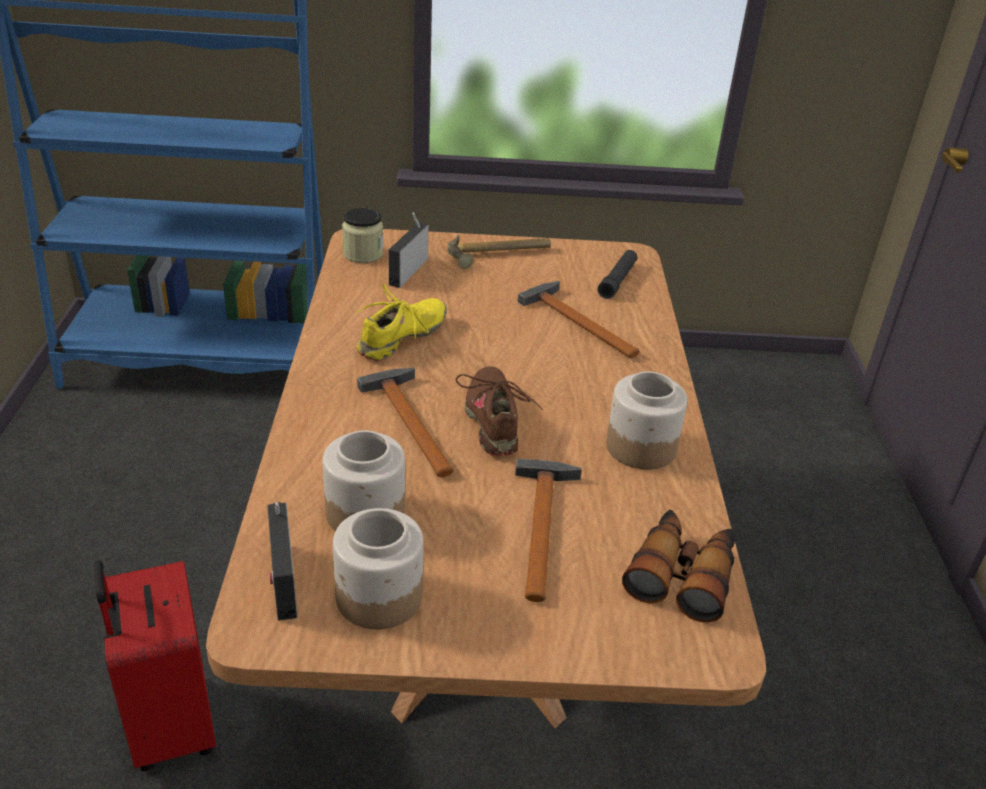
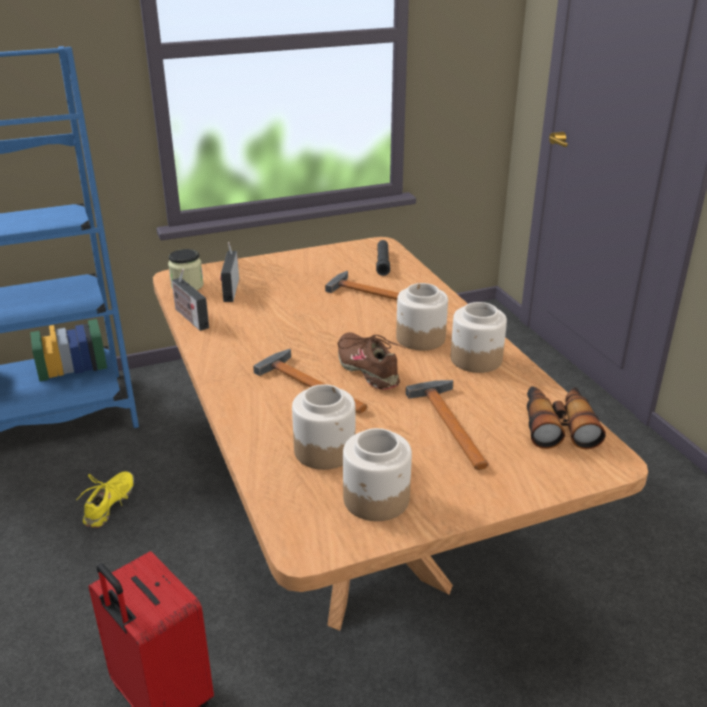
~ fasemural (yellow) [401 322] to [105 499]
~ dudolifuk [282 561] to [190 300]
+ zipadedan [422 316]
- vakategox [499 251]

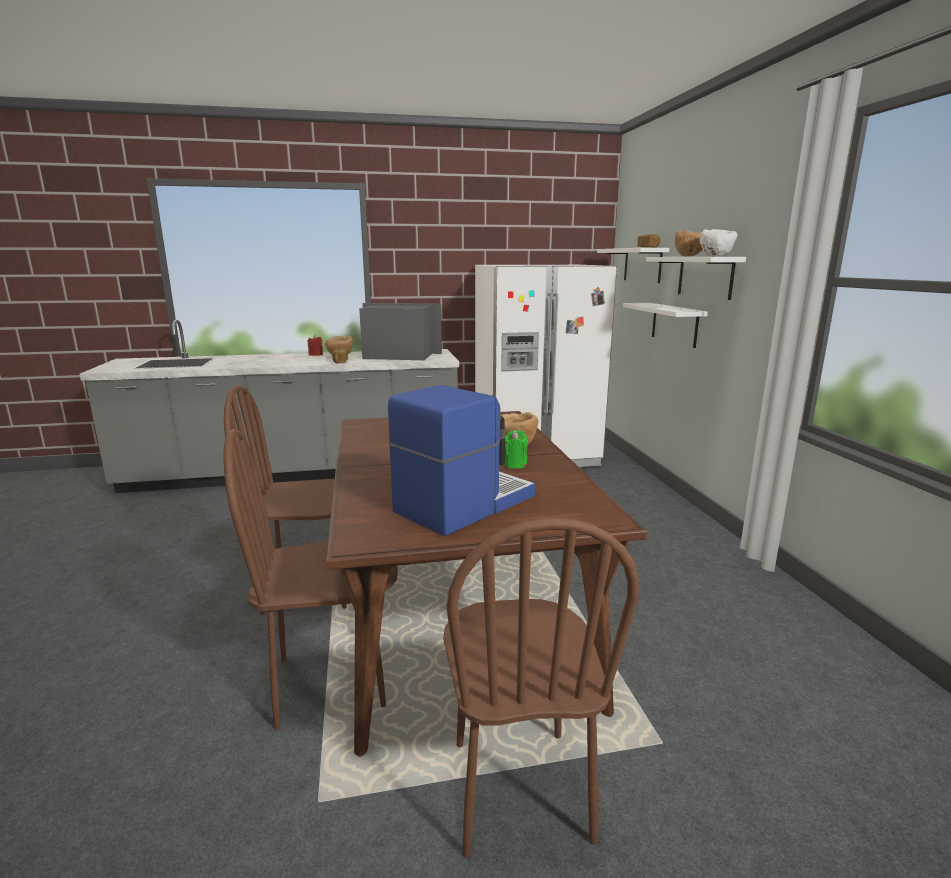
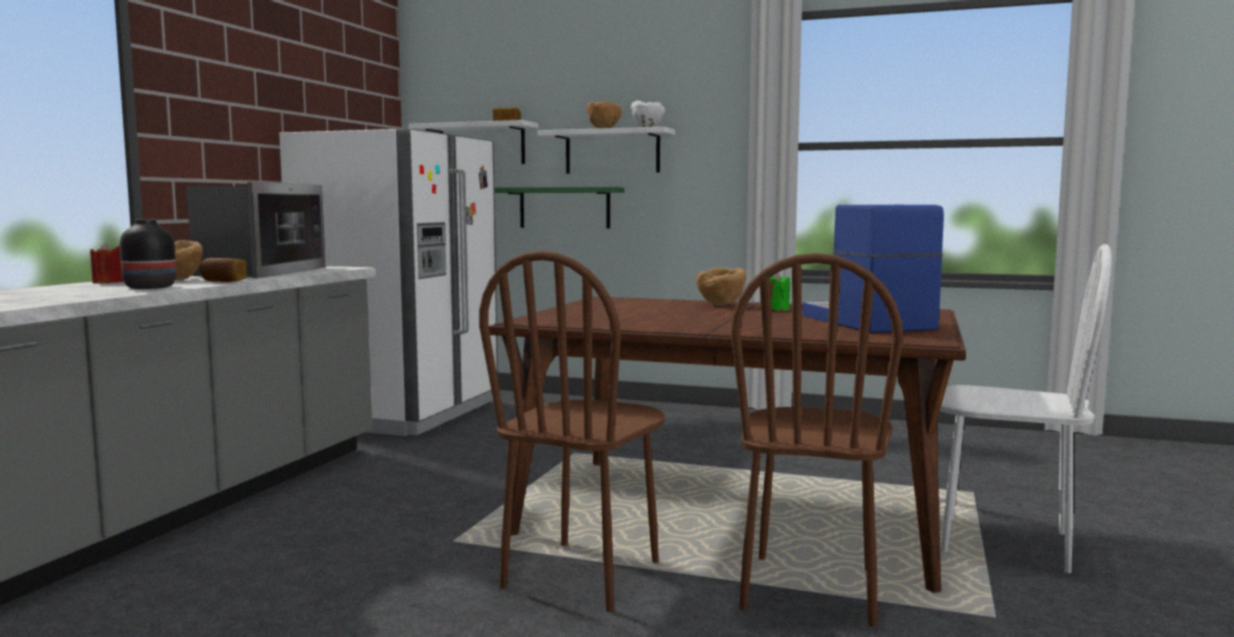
+ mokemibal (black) [148 254]
~ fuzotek [400 331] = [256 230] 150 degrees clockwise
~ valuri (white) [665 325] to valuri (green) [560 208]
~ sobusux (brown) [541 687] to sobusux (white) [1026 408]

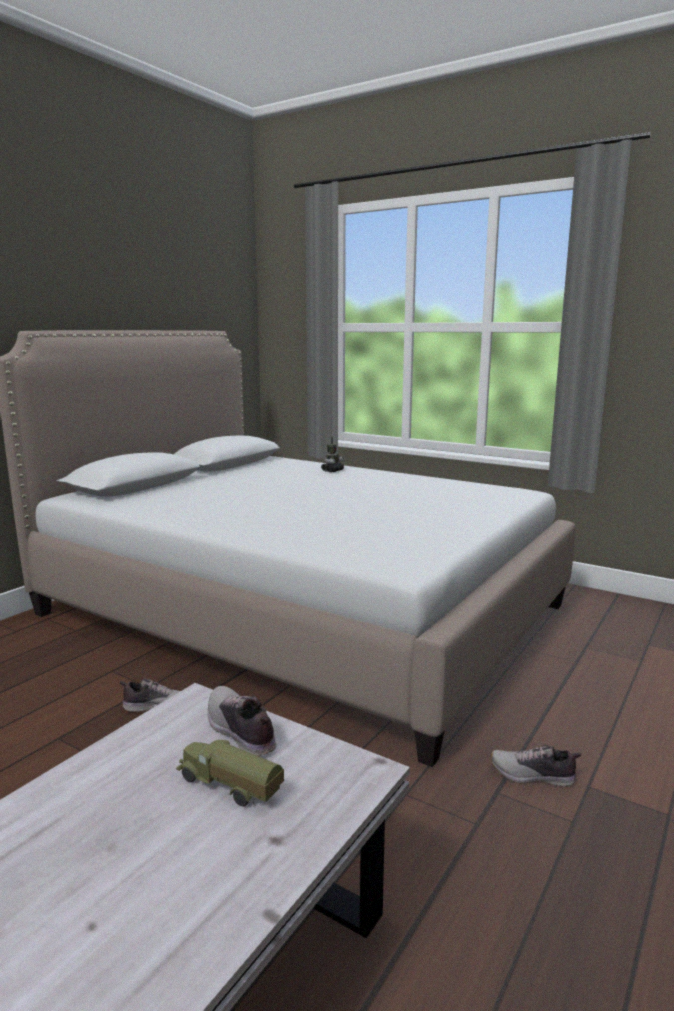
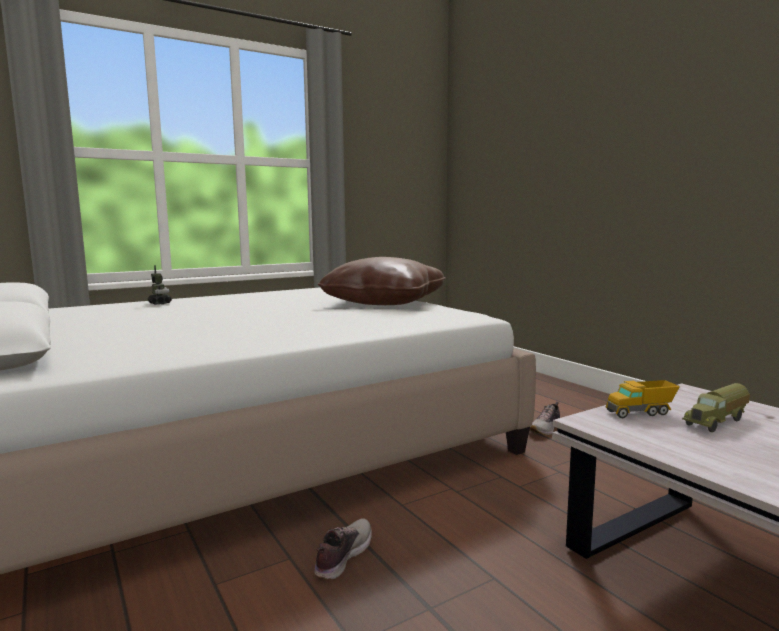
+ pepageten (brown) [382 281]
~ fasemural [242 721] to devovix [643 399]

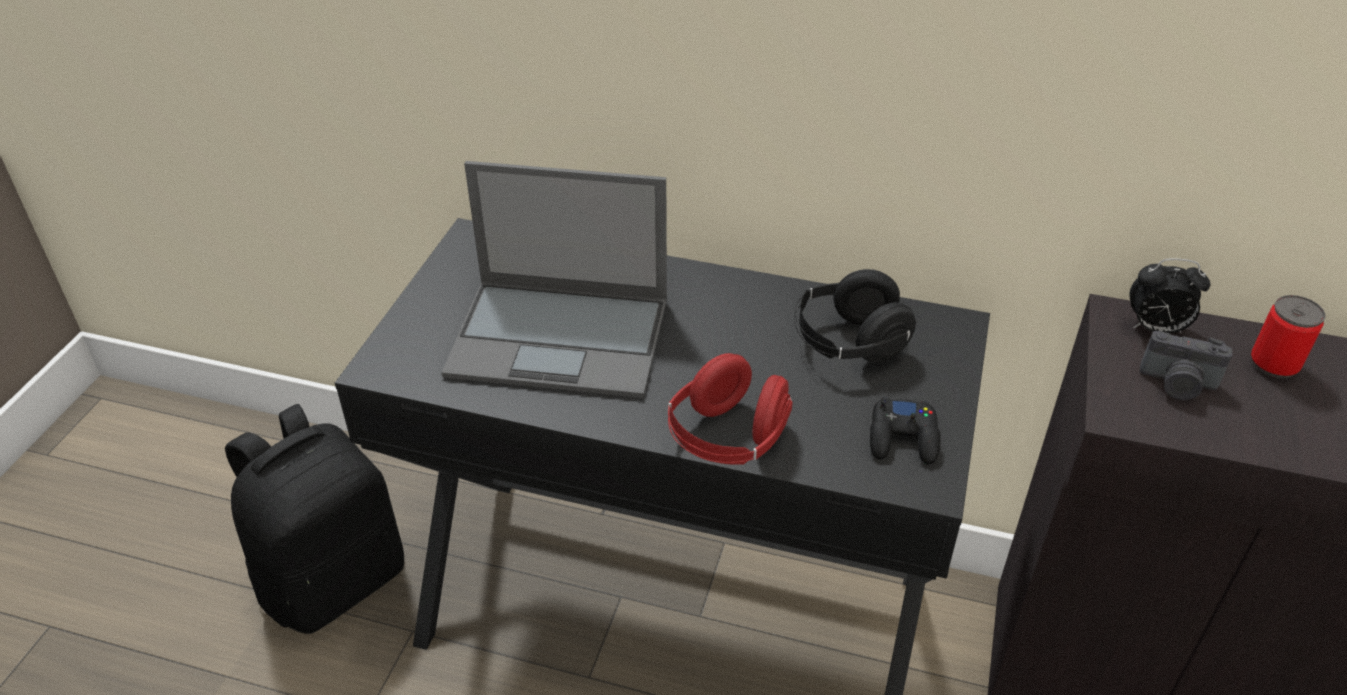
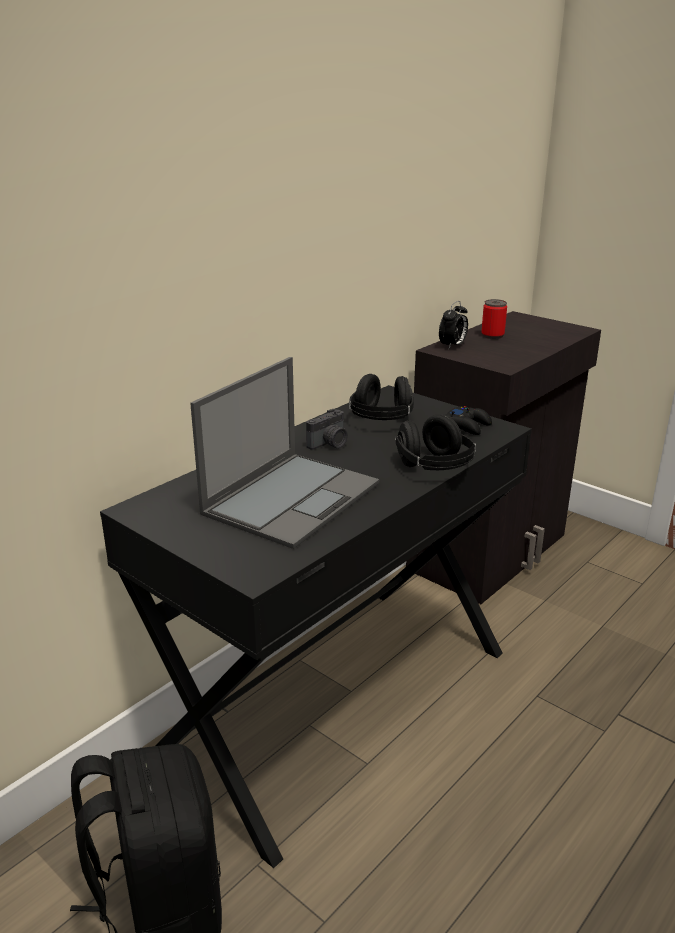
~ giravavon [1186 365] to [327 429]
~ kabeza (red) [730 409] to kabeza (black) [435 442]

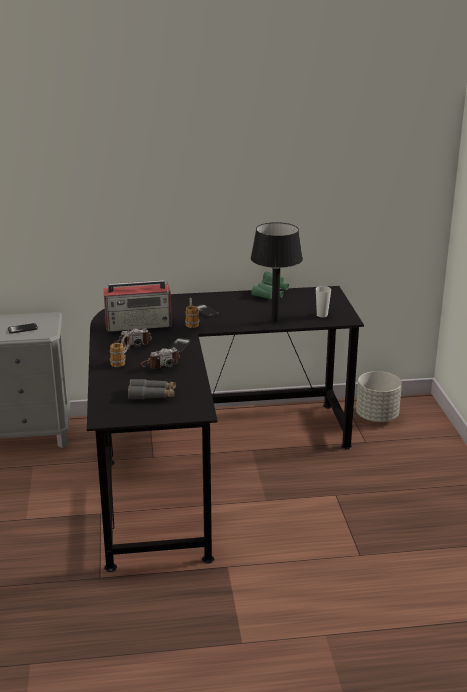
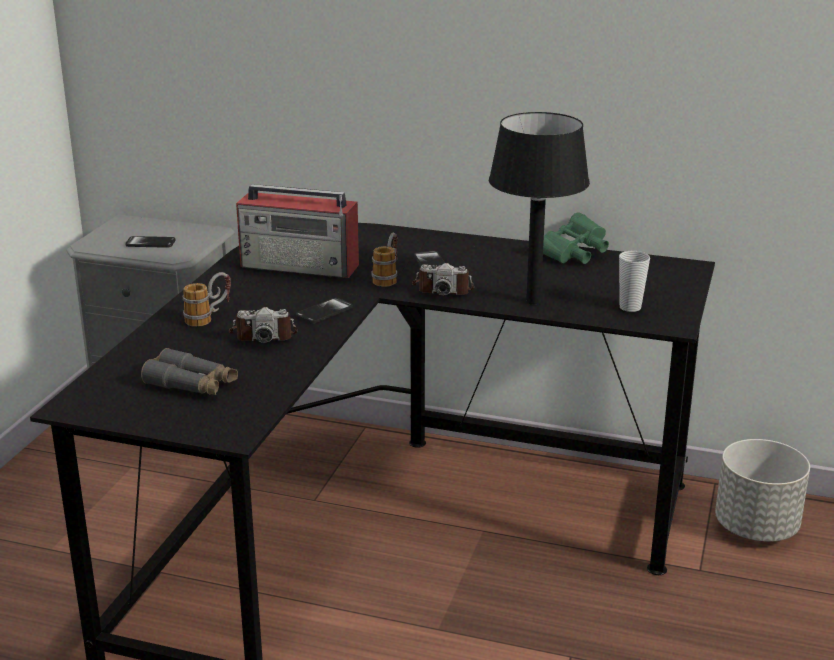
~ giravavon [133 337] to [443 279]

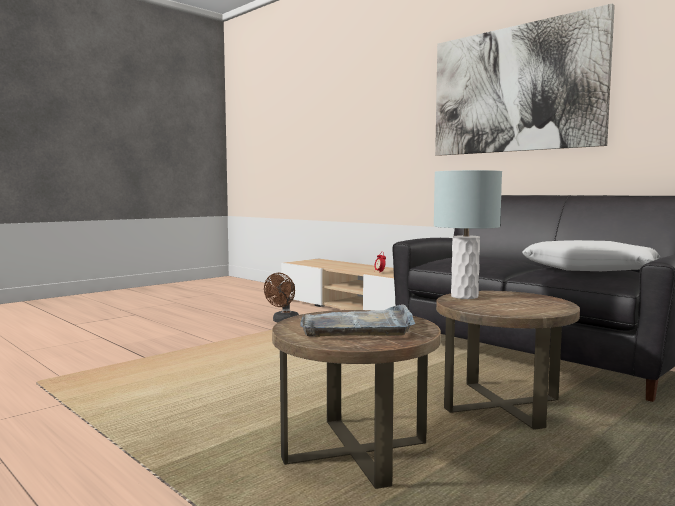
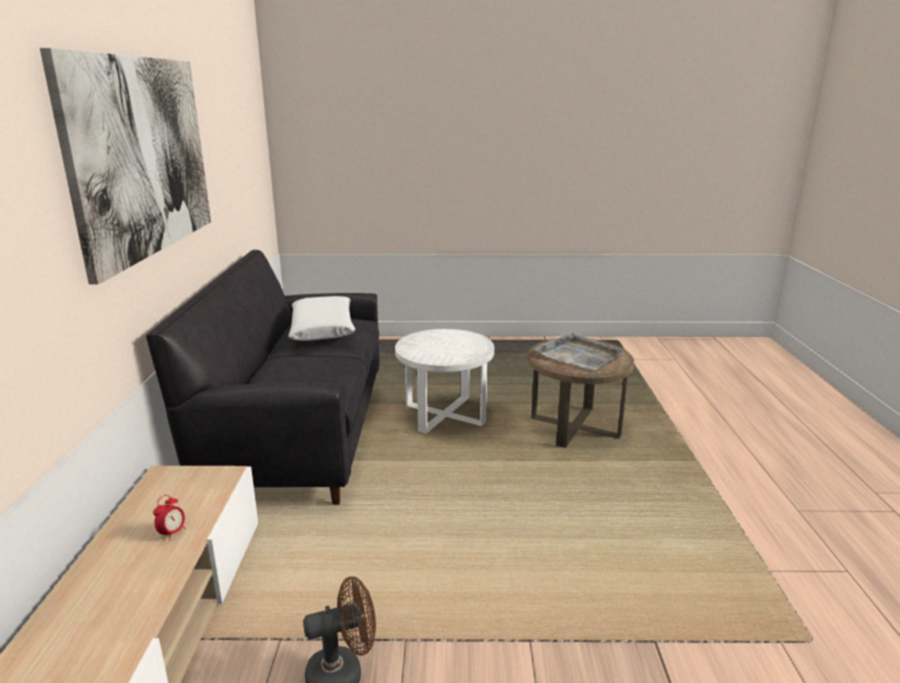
~ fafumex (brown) [508 360] to fafumex (white) [444 381]
- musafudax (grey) [468 234]

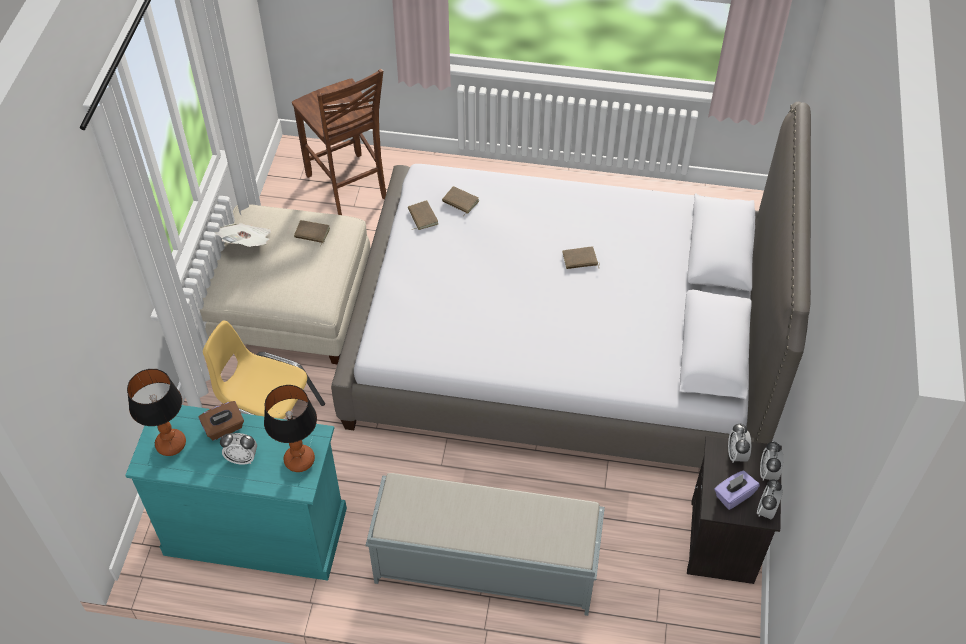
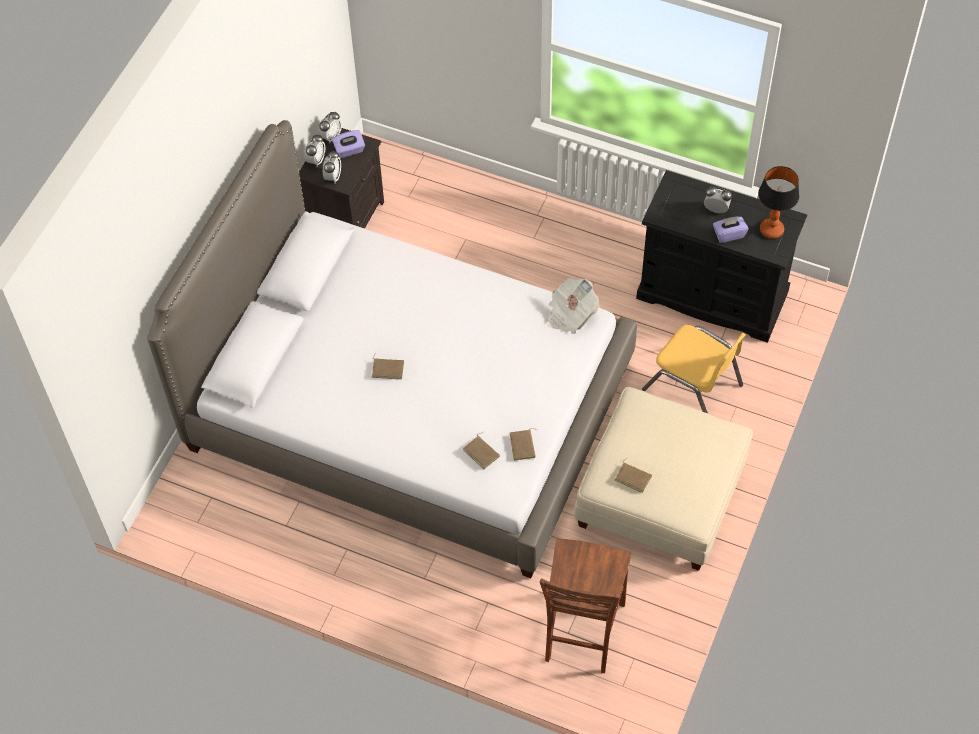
~ sobusux (brown) [339 142] = [586 606] 150 degrees counterclockwise
~ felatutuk [243 235] to [572 306]
~ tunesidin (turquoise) [236 492] to tunesidin (black) [721 256]
~ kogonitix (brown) [221 420] to kogonitix (purple) [731 229]
- musafudax [290 428]
- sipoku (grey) [485 544]

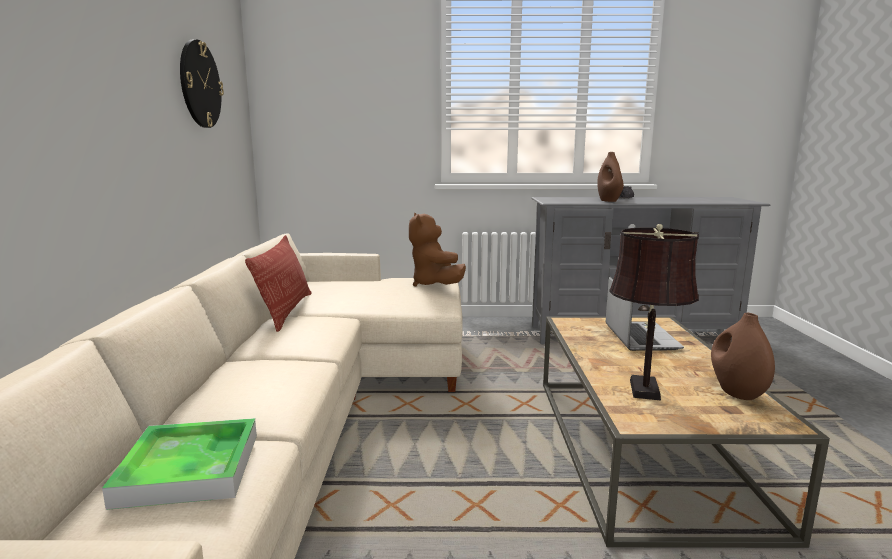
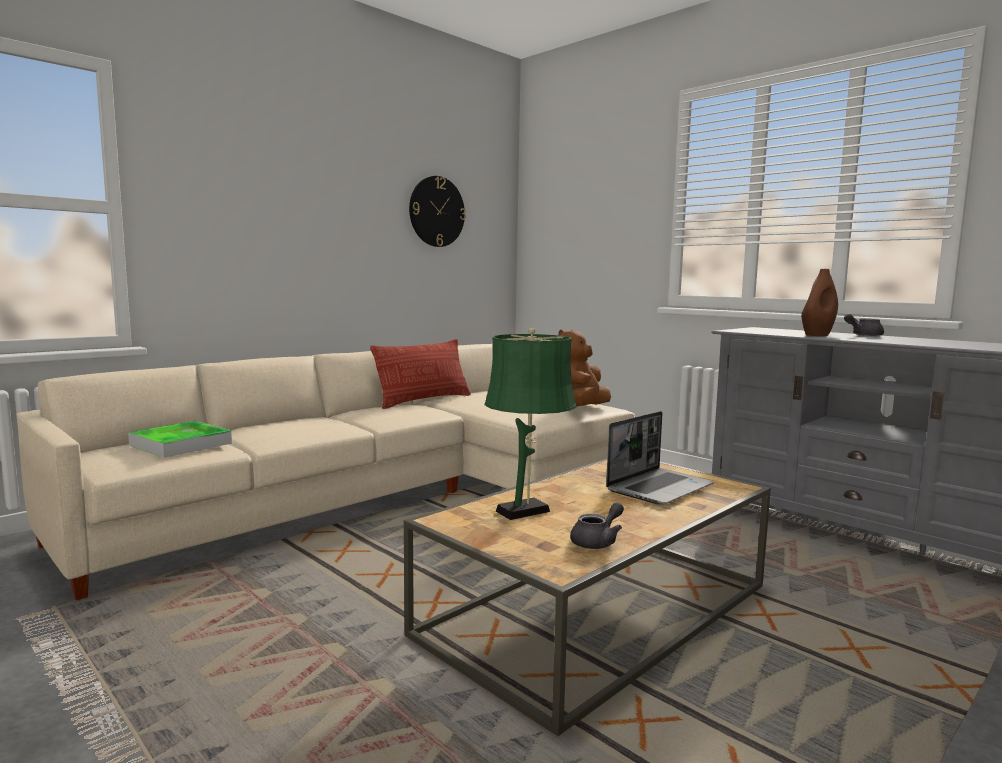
~ musafudax (brown) [654 312] to musafudax (green) [530 423]
~ mokemibal (brown) [743 356] to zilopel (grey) [597 525]

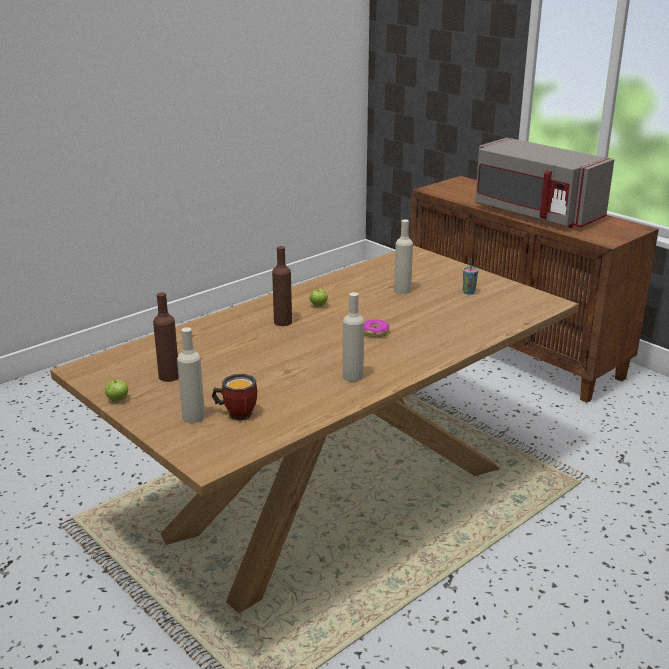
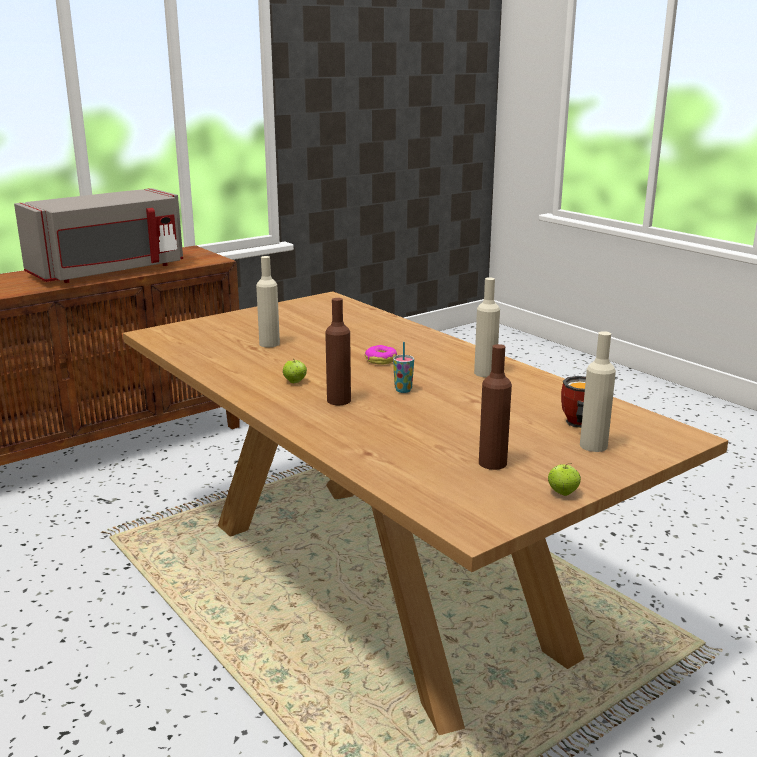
~ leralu [470 276] to [403 367]

